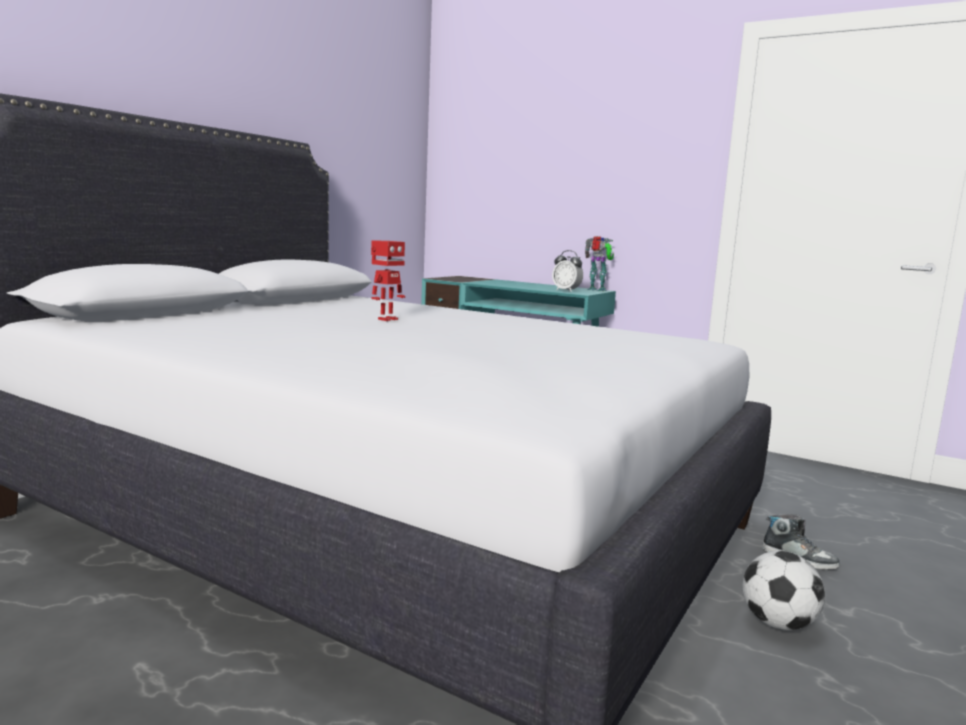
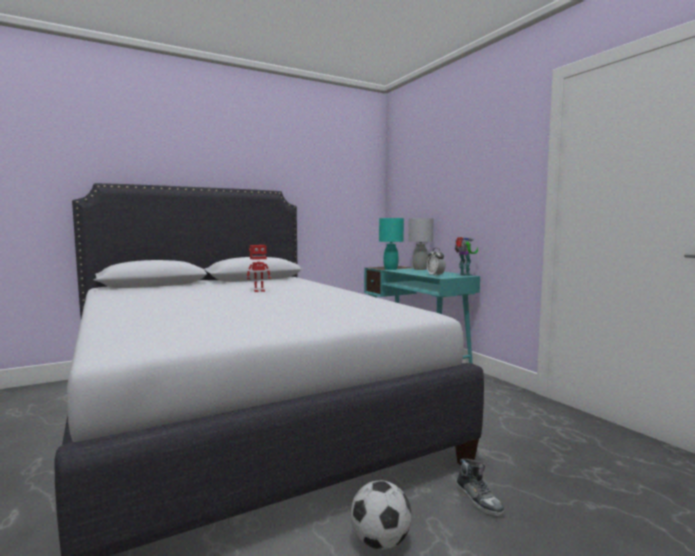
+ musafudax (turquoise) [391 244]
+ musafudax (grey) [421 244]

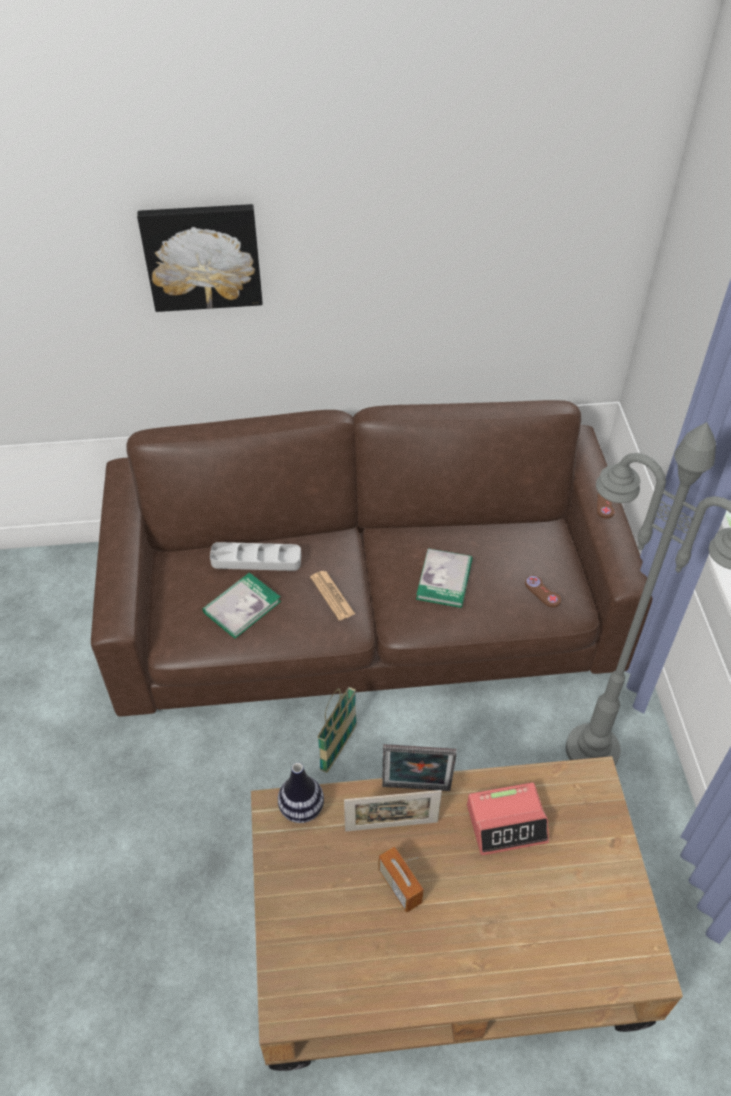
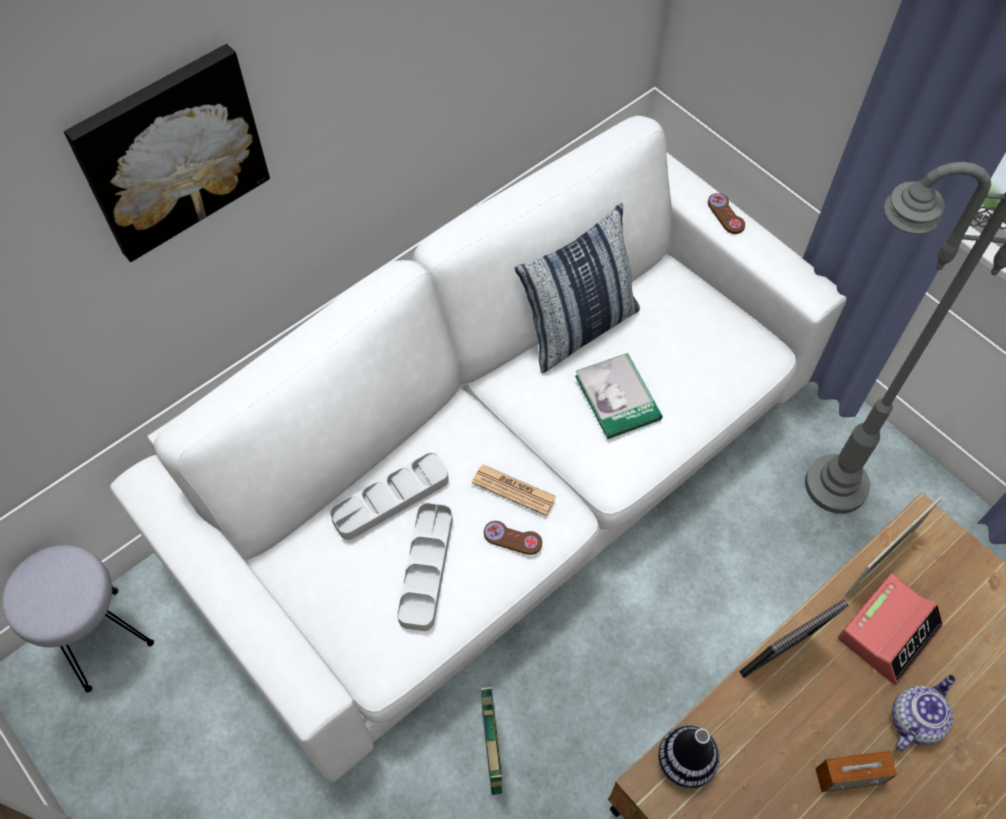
+ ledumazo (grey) [78 618]
~ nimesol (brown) [372 558] to nimesol (white) [478 449]
~ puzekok [242 605] to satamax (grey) [425 567]
~ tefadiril [337 730] to [491 741]
~ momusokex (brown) [543 591] to [513 538]
+ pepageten [577 288]
~ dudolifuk [401 879] = [856 771] 150 degrees clockwise
~ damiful [393 810] to [893 547]
+ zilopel [923 713]

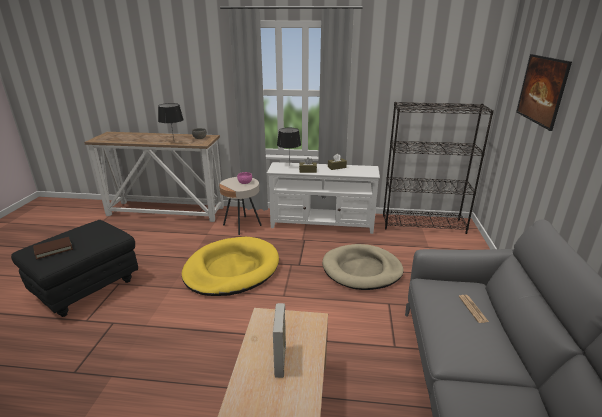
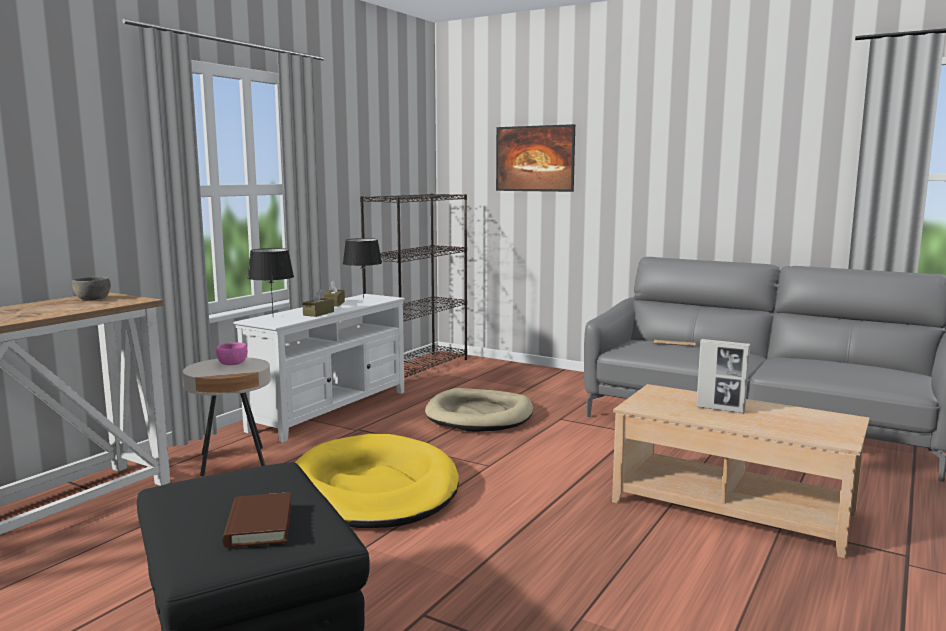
~ musafudax (black) [171 121] to [362 268]

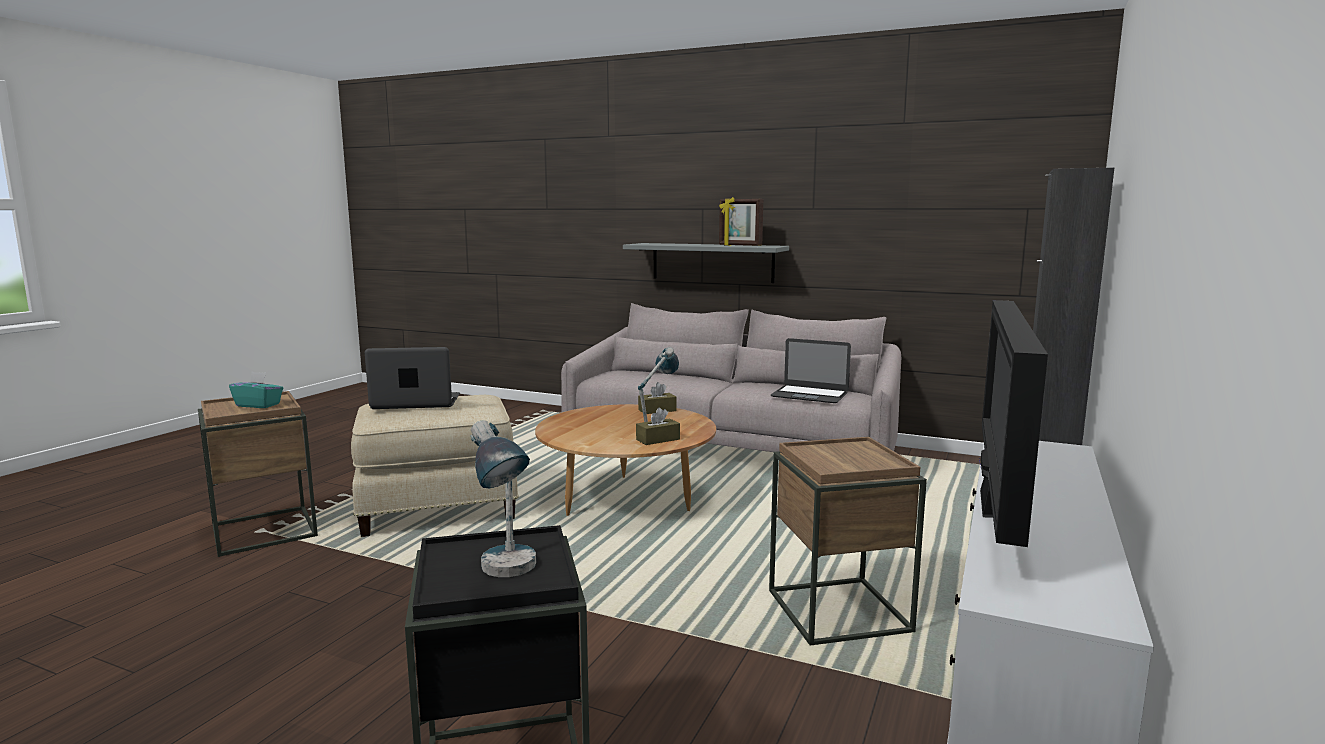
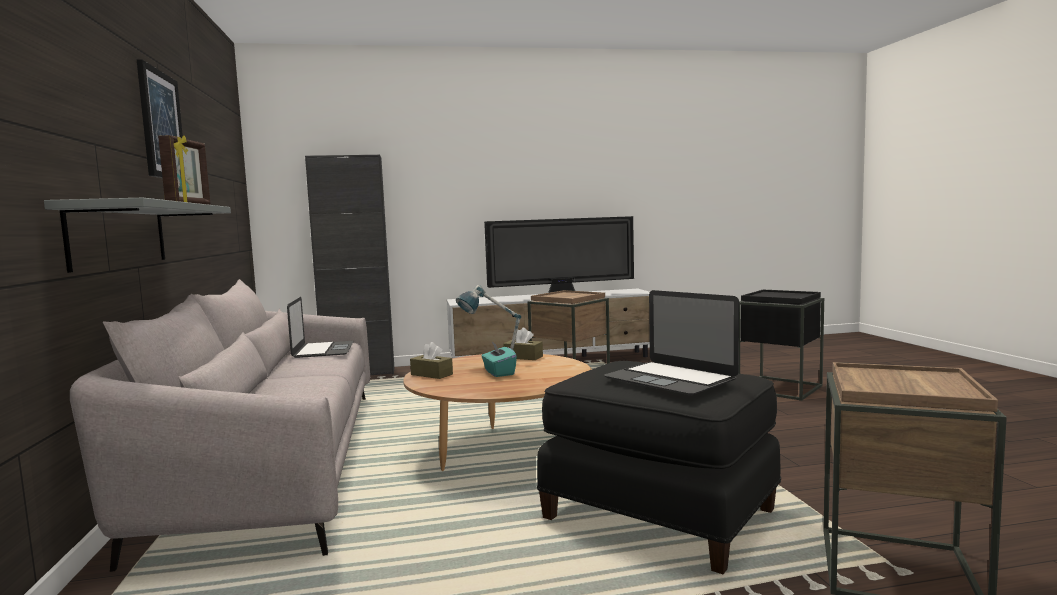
+ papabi [160 119]
~ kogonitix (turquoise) [256 390] to [499 359]
~ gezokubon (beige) [435 466] to gezokubon (black) [659 467]
- musafudax [503 499]

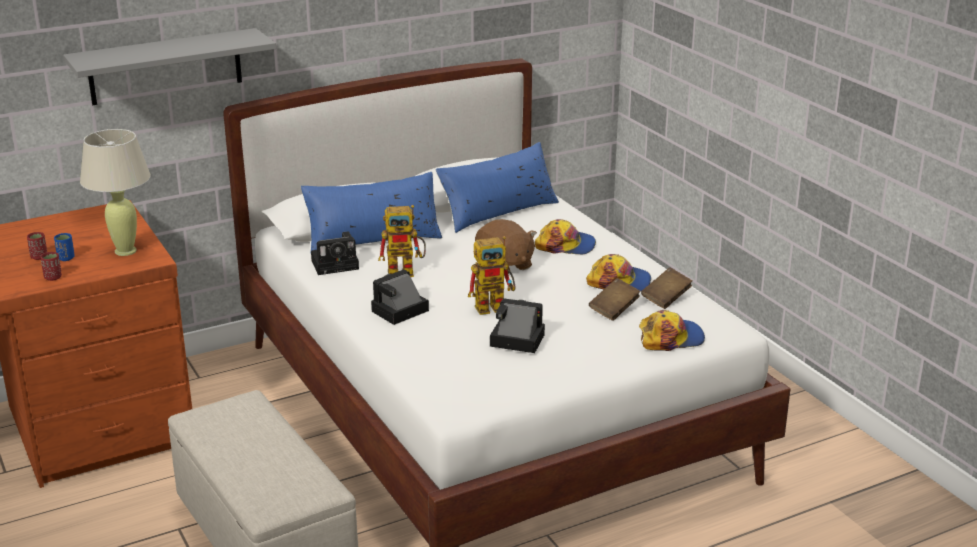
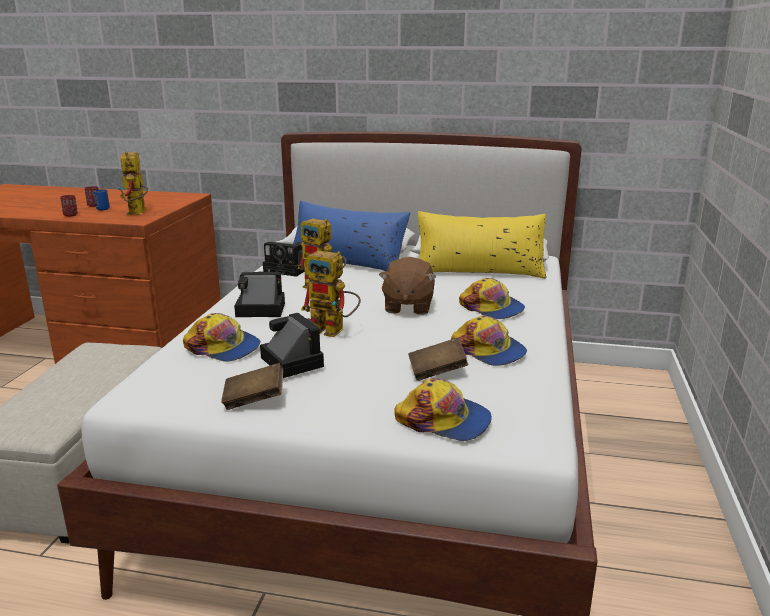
~ musafudax (beige) [115 192] to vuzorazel [133 183]
+ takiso [222 337]
~ puzekok (brown) [666 288] to [252 386]
~ pepageten (blue) [497 187] to pepageten (yellow) [482 245]
- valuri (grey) [169 66]

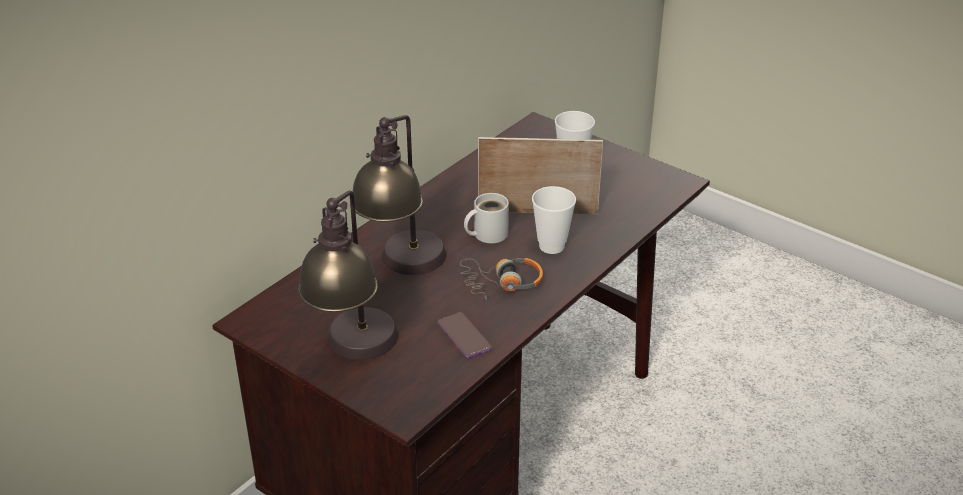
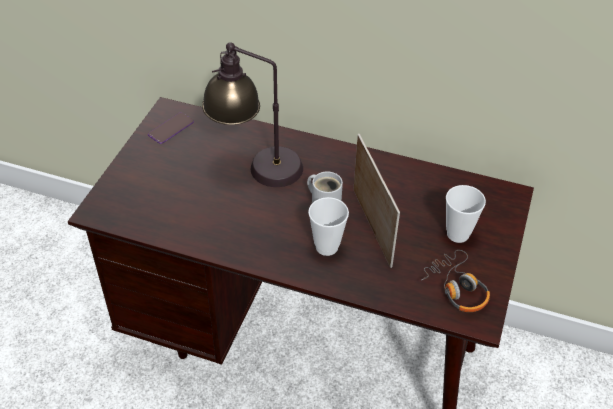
~ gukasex [464 335] to [171 128]
~ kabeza [501 279] to [455 281]
- musafudax [348 275]

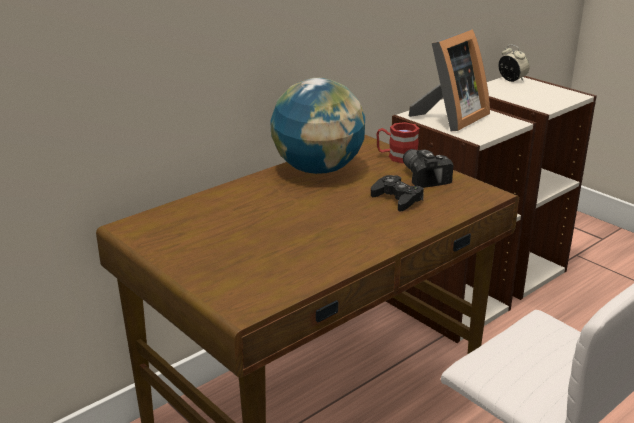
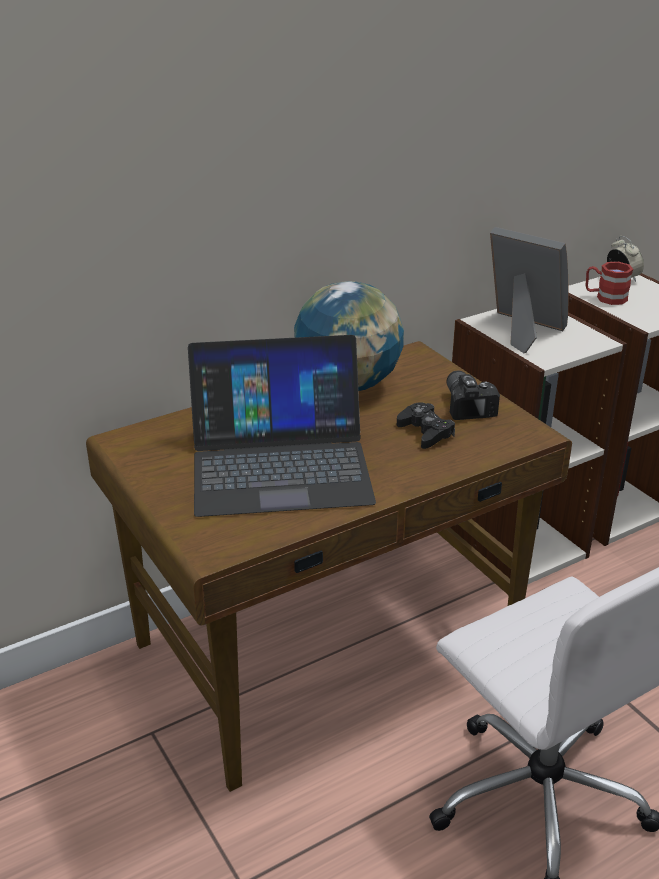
+ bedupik [282 426]
~ damiful [449 80] = [529 290] 105 degrees counterclockwise
~ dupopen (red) [398 142] to [609 283]

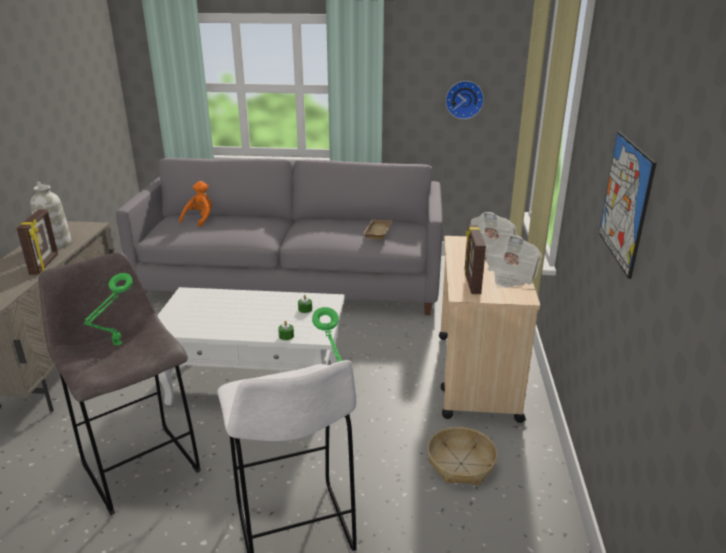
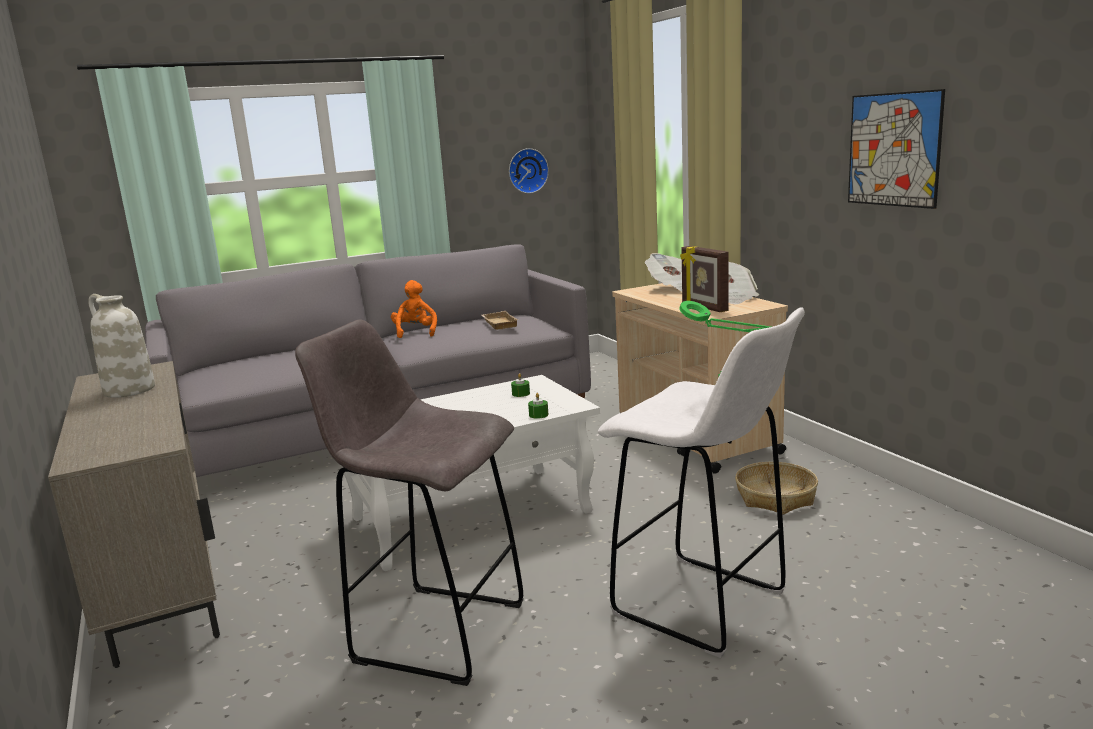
~ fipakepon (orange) [195 204] to [414 309]
- damiful [37 242]
- musafudax (green) [108 309]

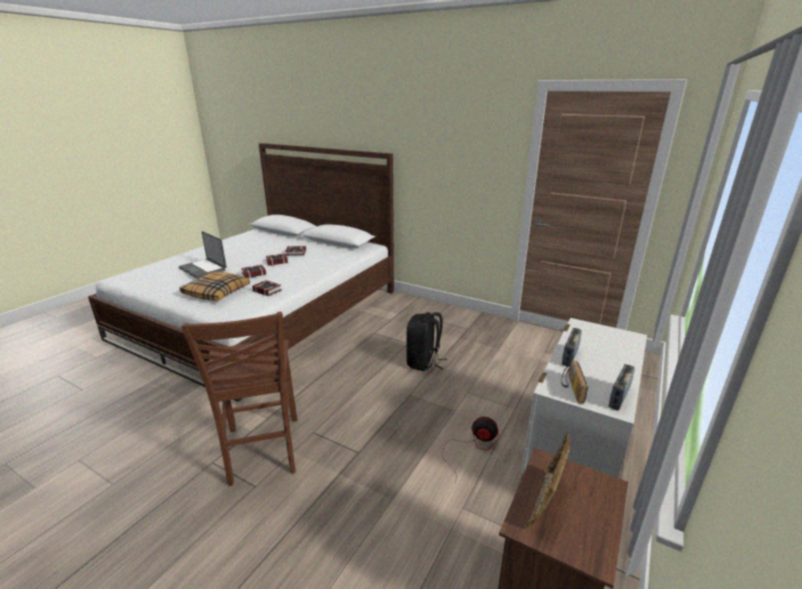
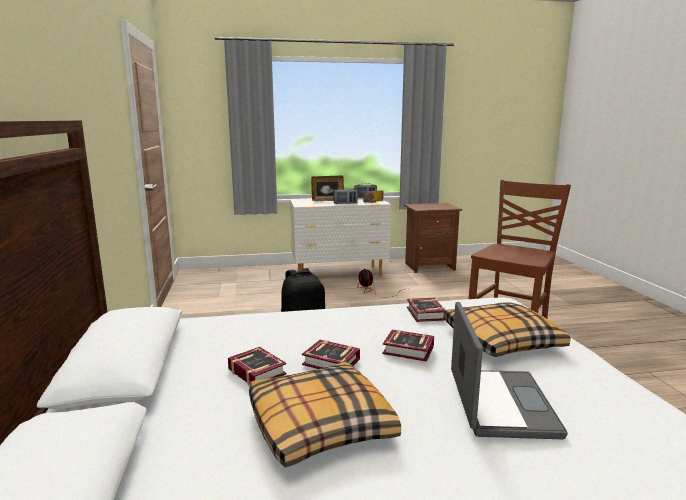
+ pepageten [325 415]
~ damiful [548 480] to [327 188]

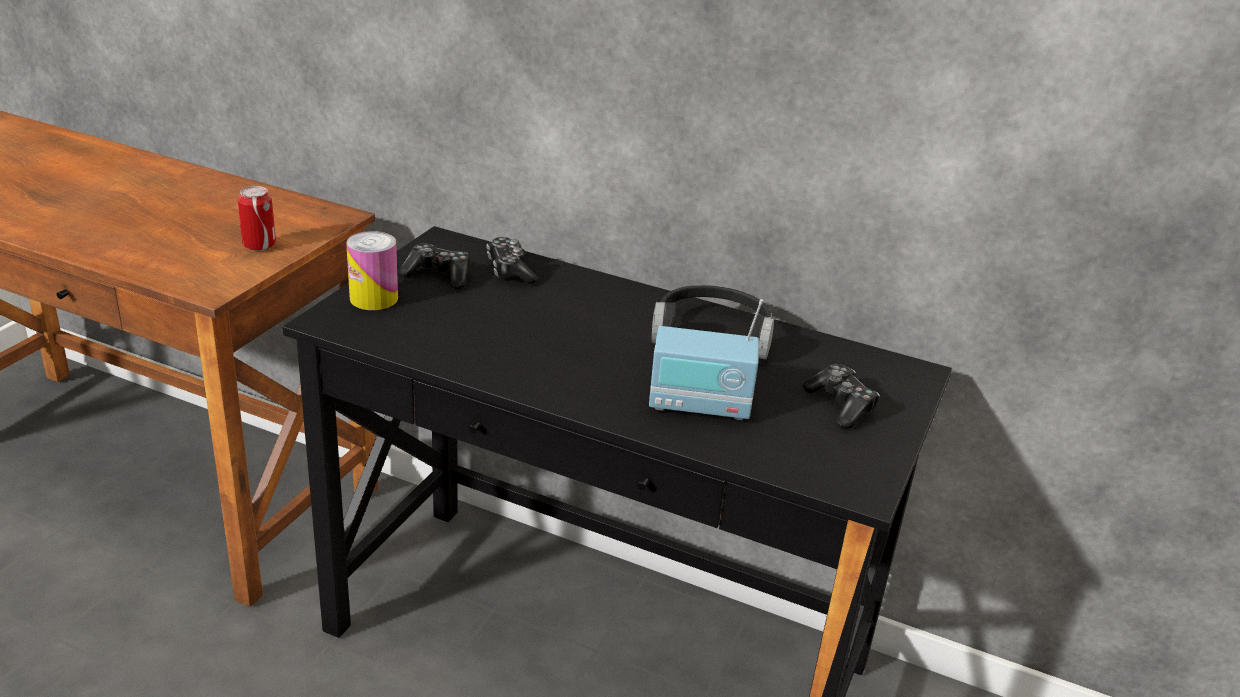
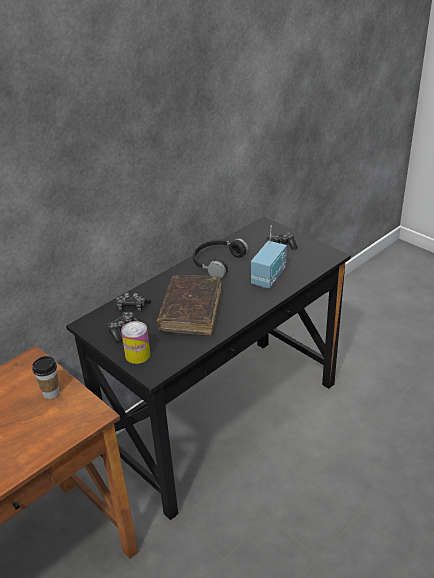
~ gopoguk [257 218] to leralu [46 377]
+ puzekok (brown) [189 305]

